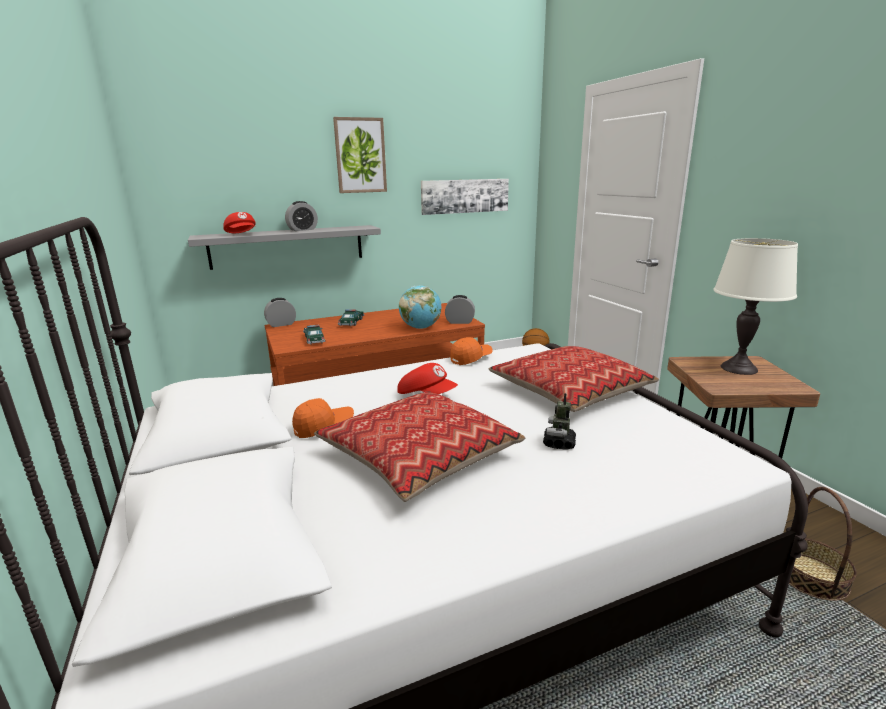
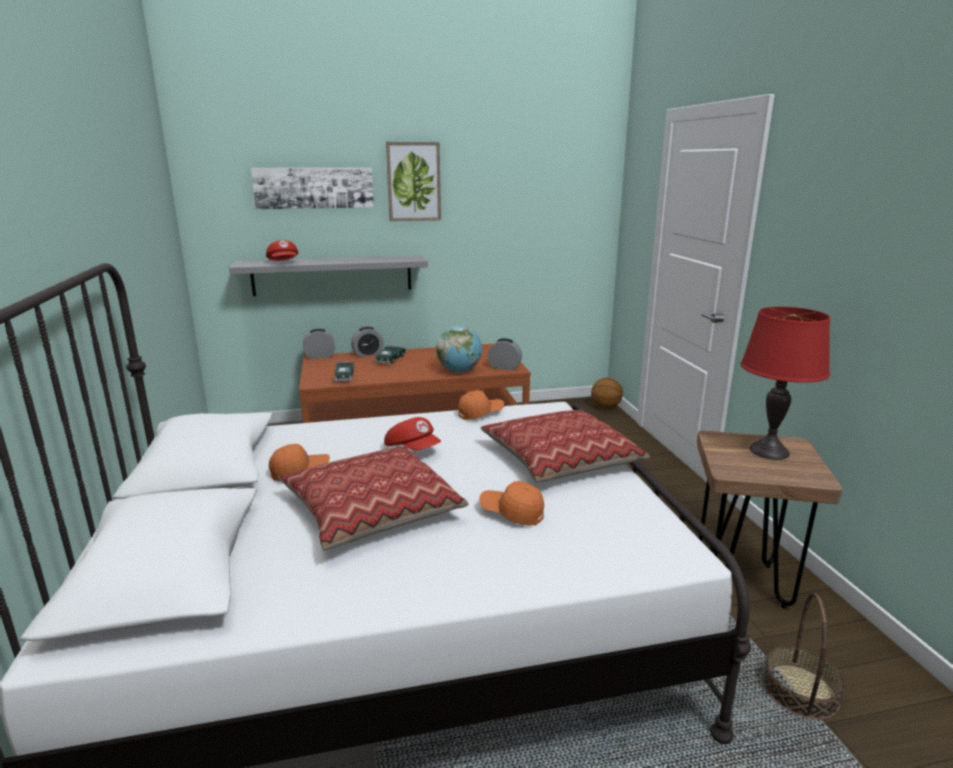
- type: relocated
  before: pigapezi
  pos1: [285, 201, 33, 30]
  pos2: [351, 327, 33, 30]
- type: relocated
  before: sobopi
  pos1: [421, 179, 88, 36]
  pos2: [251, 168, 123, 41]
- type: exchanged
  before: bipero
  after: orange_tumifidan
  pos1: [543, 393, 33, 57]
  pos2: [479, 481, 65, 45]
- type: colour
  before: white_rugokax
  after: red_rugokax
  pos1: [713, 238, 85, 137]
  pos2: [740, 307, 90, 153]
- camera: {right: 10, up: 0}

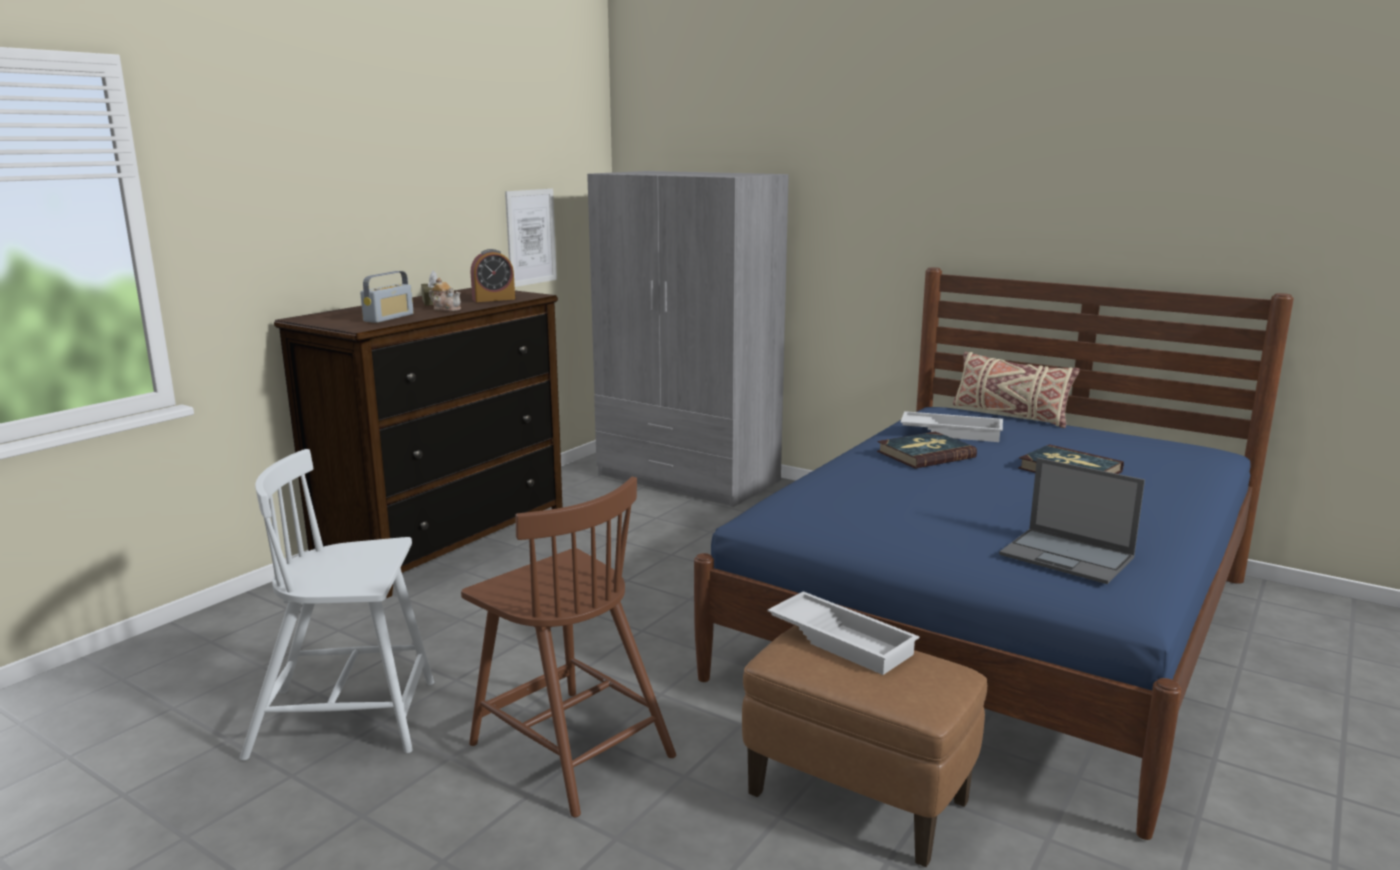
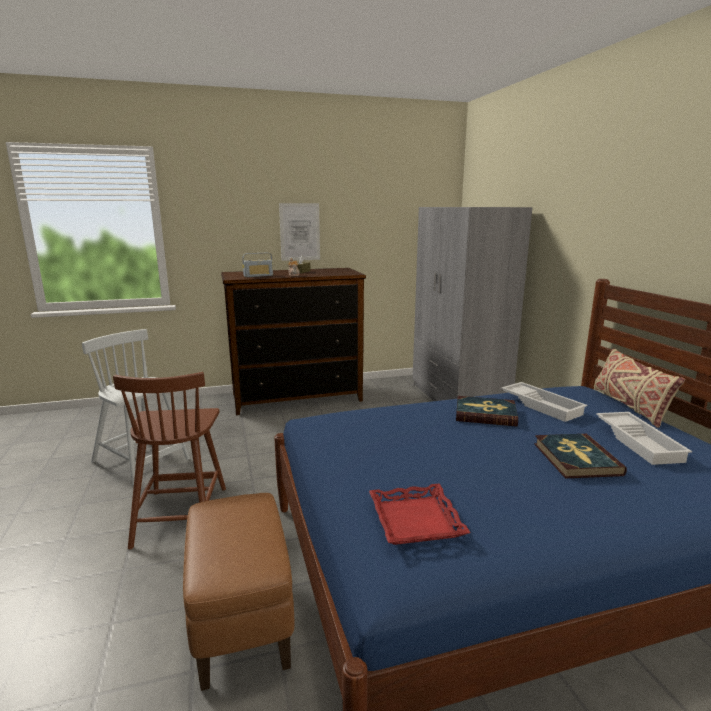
- type: missing
  before: pigapezi
  pos1: [471, 249, 44, 53]
- type: relocated
  before: sobopi
  pos1: [505, 189, 52, 98]
  pos2: [279, 203, 41, 58]
- type: relocated
  before: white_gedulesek
  pos1: [767, 591, 152, 84]
  pos2: [596, 412, 96, 53]
- type: exchanged
  before: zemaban
  after: red_gedulesek
  pos1: [999, 458, 146, 126]
  pos2: [369, 484, 102, 61]
- camera: {right: 40, up: 0}

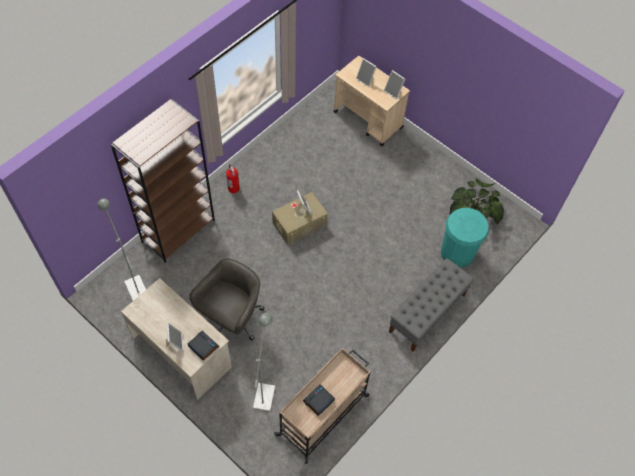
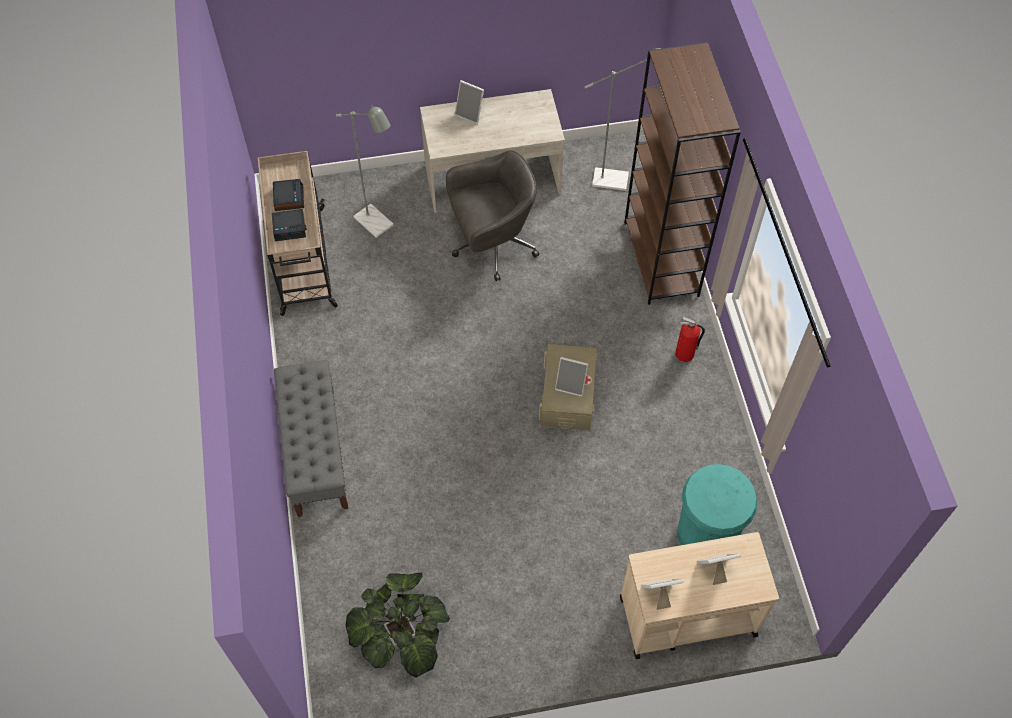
- type: relocated
  before: pigapezi
  pos1: [188, 330, 31, 31]
  pos2: [272, 209, 35, 32]
- type: relocated
  before: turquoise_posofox
  pos1: [441, 208, 48, 60]
  pos2: [677, 464, 80, 81]
- type: spun
  before: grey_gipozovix
  pos1: [189, 259, 76, 82]
  pos2: [446, 150, 93, 131]
  turn: -90
- camera: {right: 130, up: 0}

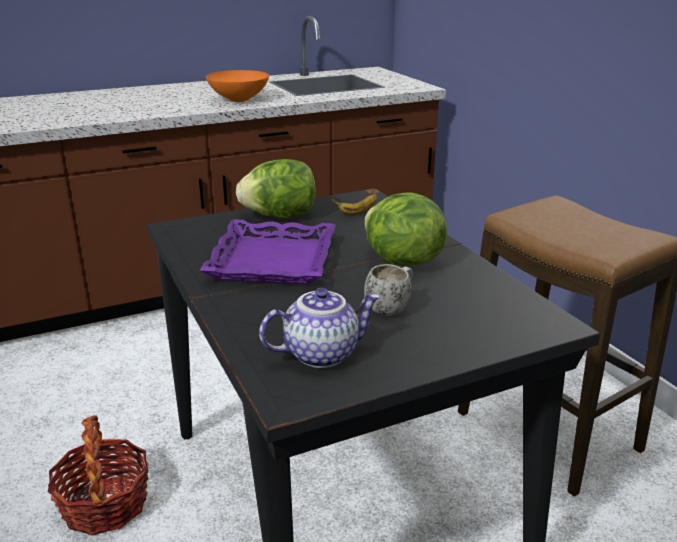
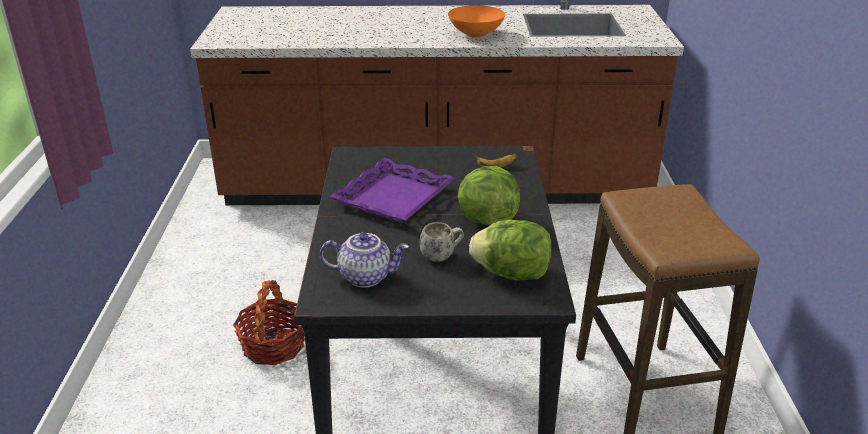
- type: relocated
  before: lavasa
  pos1: [236, 159, 80, 59]
  pos2: [469, 220, 82, 60]
- camera: {right: 25, up: 5}

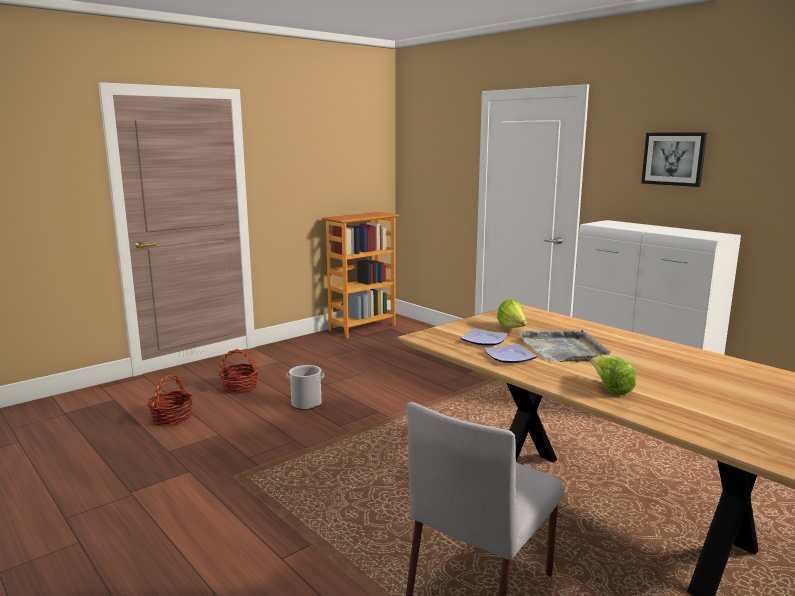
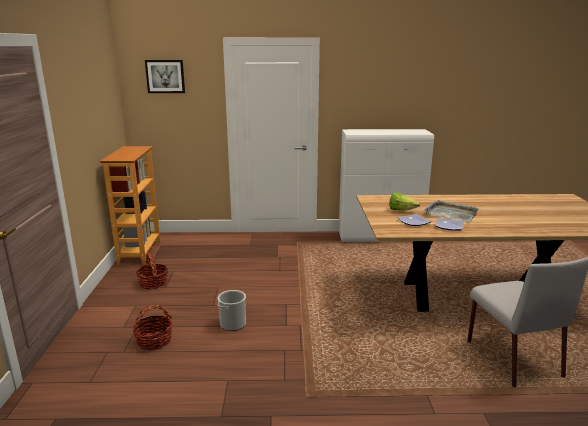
- type: missing
  before: lavasa
  pos1: [590, 355, 46, 40]
- type: relocated
  before: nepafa
  pos1: [147, 375, 46, 52]
  pos2: [136, 253, 32, 36]
- type: relocated
  before: sobopi
  pos1: [641, 133, 66, 54]
  pos2: [145, 60, 40, 33]
- camera: {right: -50, up: 5}

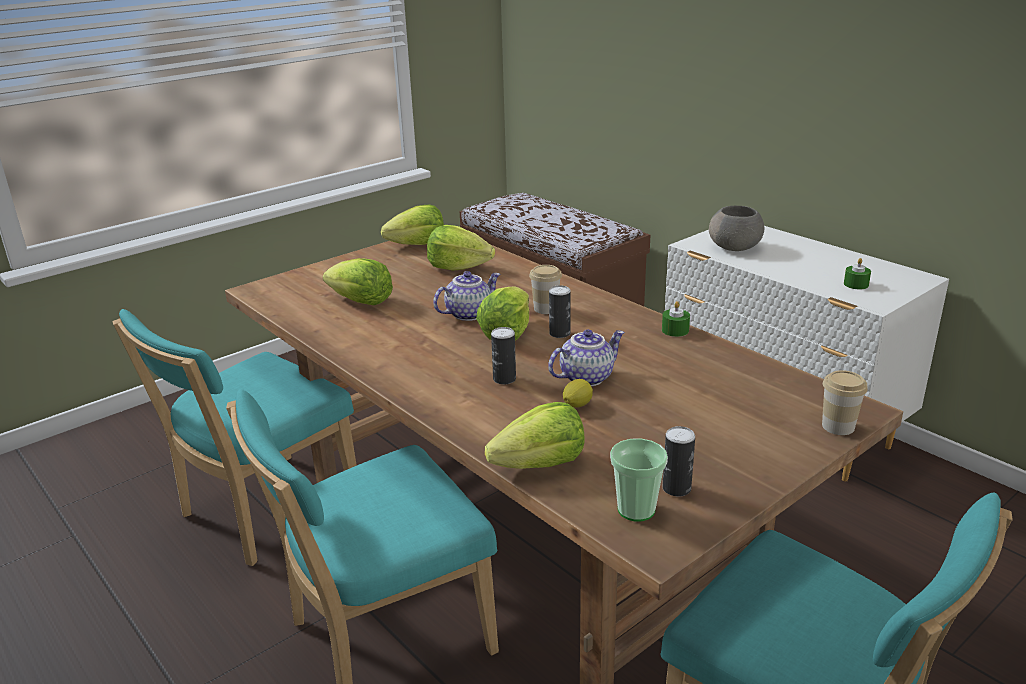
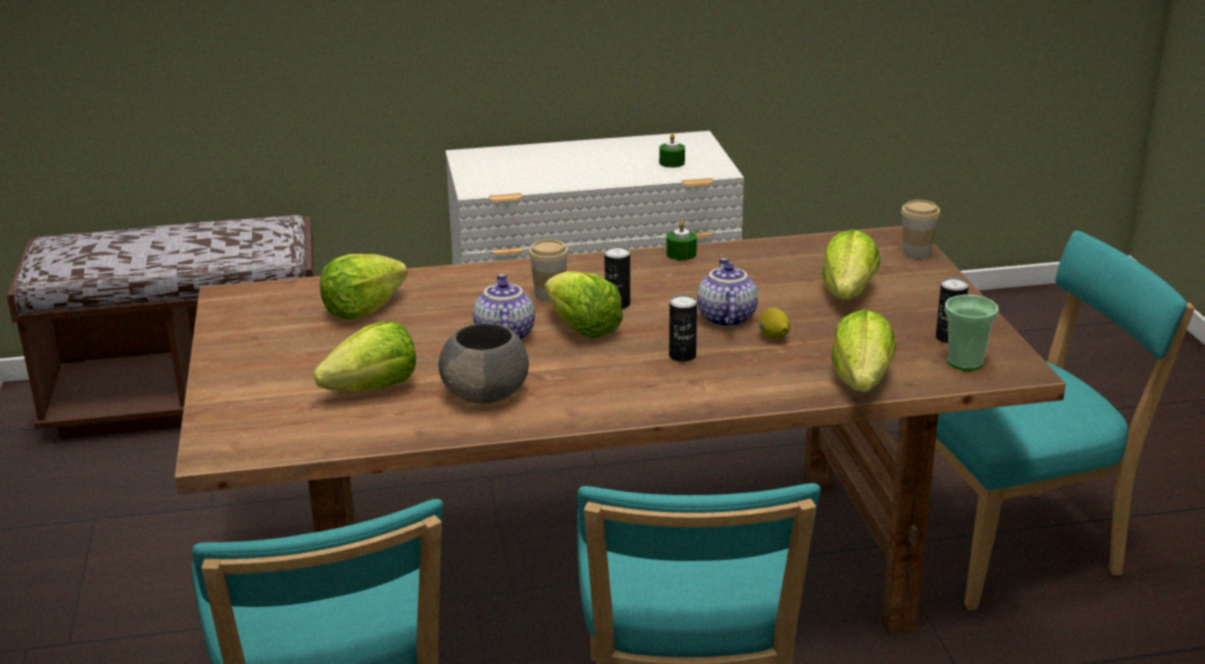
- type: relocated
  before: lavasa
  pos1: [381, 204, 63, 41]
  pos2: [822, 229, 58, 71]
- type: relocated
  before: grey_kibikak
  pos1: [709, 206, 55, 45]
  pos2: [439, 323, 90, 80]
- camera: {right: -60, up: 0}

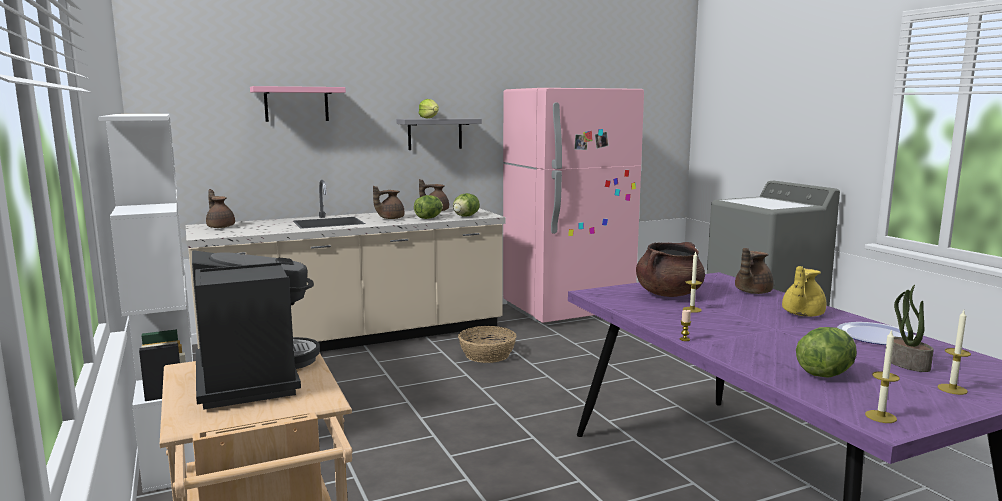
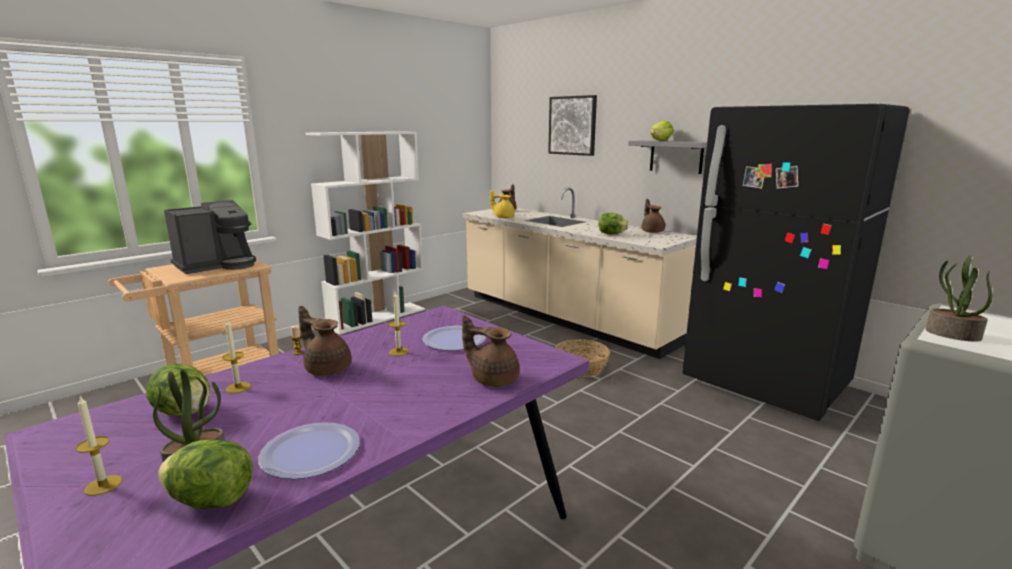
- type: appeared
  after: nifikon
  pos2: [926, 255, 67, 87]
- type: relocated
  before: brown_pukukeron
  pos1: [373, 186, 31, 33]
  pos2: [298, 306, 53, 70]
- type: relocated
  before: lavasa
  pos1: [453, 193, 27, 24]
  pos2: [158, 440, 95, 69]
- type: relocated
  before: yellow_pukukeron
  pos1: [782, 266, 44, 51]
  pos2: [490, 190, 25, 28]
- type: relocated
  before: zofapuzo
  pos1: [865, 329, 35, 94]
  pos2: [222, 320, 29, 73]
- type: exchanged
  before: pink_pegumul
  after: sobopi
  pos1: [250, 86, 96, 36]
  pos2: [548, 95, 49, 61]
- type: exchanged
  before: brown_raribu
  after: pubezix
  pos1: [636, 242, 69, 55]
  pos2: [422, 326, 64, 25]
- type: colour
  before: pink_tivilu
  after: black_tivilu
  pos1: [503, 88, 141, 235]
  pos2: [682, 104, 228, 317]
- camera: {right: 70, up: 5}

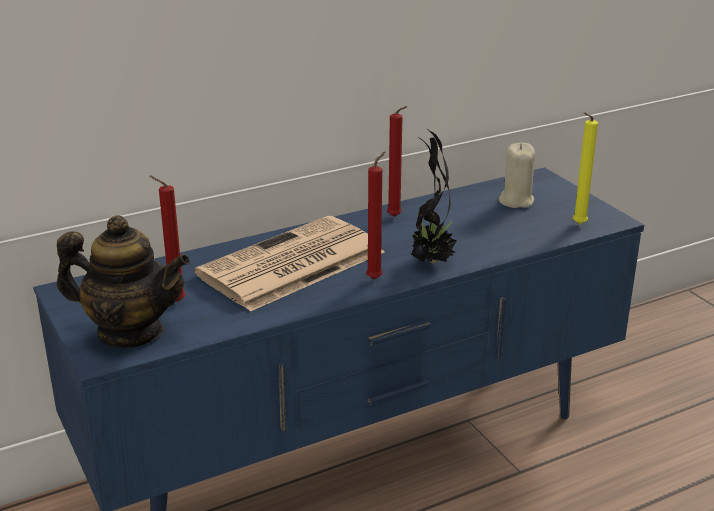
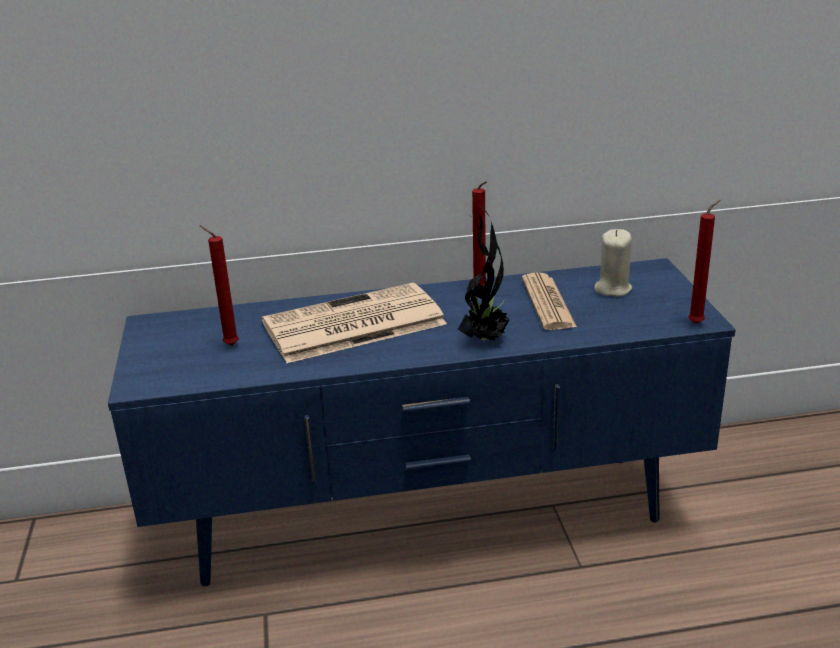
- type: missing
  before: pukukeron
  pos1: [57, 215, 133, 133]
- type: missing
  before: yellow_zofapuzo
  pos1: [573, 112, 25, 112]
- type: appeared
  after: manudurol
  pos2: [522, 273, 55, 57]
- type: relocated
  before: red_zofapuzo
  pos1: [366, 151, 20, 128]
  pos2: [688, 200, 32, 124]
- camera: {right: 20, up: 0}

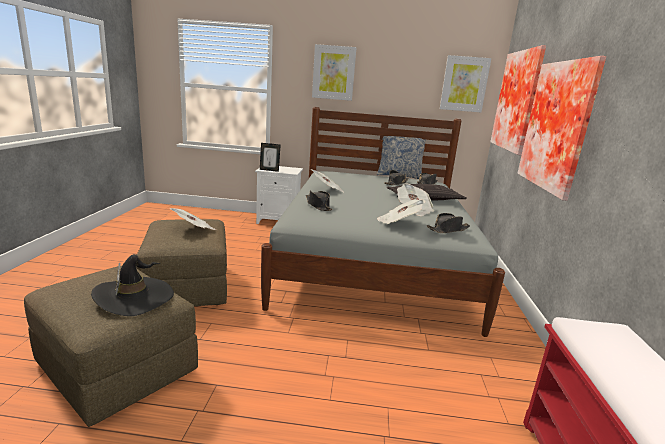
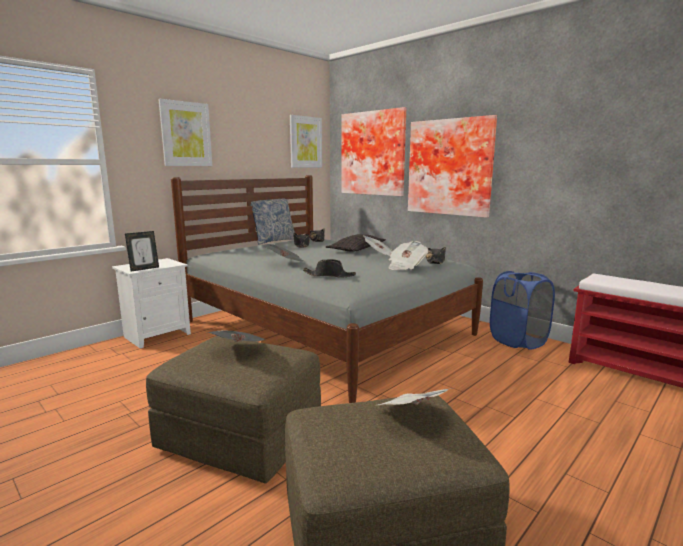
- type: appeared
  after: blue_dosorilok
  pos2: [490, 271, 65, 79]
- type: exchanged
  before: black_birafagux
  after: manudurol
  pos1: [91, 254, 83, 62]
  pos2: [376, 388, 76, 18]
- camera: {right: -50, up: -5}

